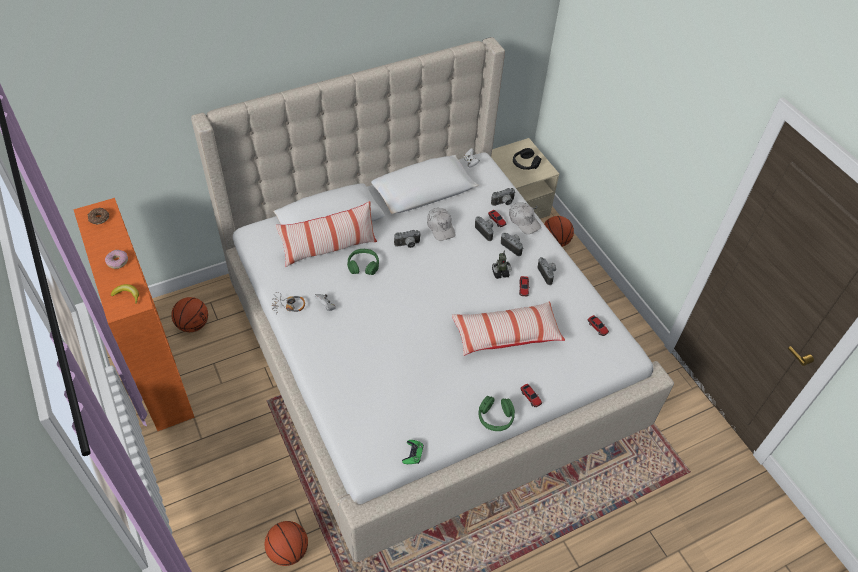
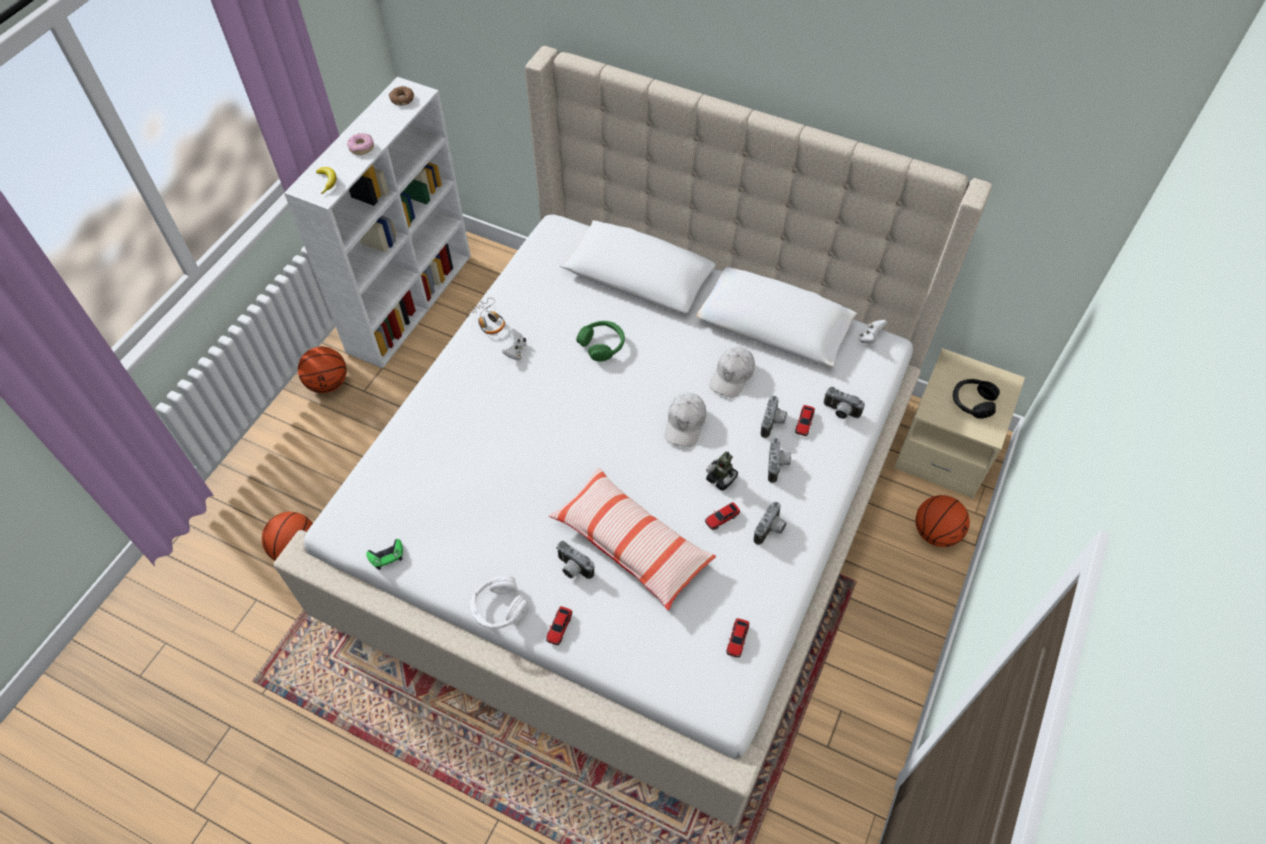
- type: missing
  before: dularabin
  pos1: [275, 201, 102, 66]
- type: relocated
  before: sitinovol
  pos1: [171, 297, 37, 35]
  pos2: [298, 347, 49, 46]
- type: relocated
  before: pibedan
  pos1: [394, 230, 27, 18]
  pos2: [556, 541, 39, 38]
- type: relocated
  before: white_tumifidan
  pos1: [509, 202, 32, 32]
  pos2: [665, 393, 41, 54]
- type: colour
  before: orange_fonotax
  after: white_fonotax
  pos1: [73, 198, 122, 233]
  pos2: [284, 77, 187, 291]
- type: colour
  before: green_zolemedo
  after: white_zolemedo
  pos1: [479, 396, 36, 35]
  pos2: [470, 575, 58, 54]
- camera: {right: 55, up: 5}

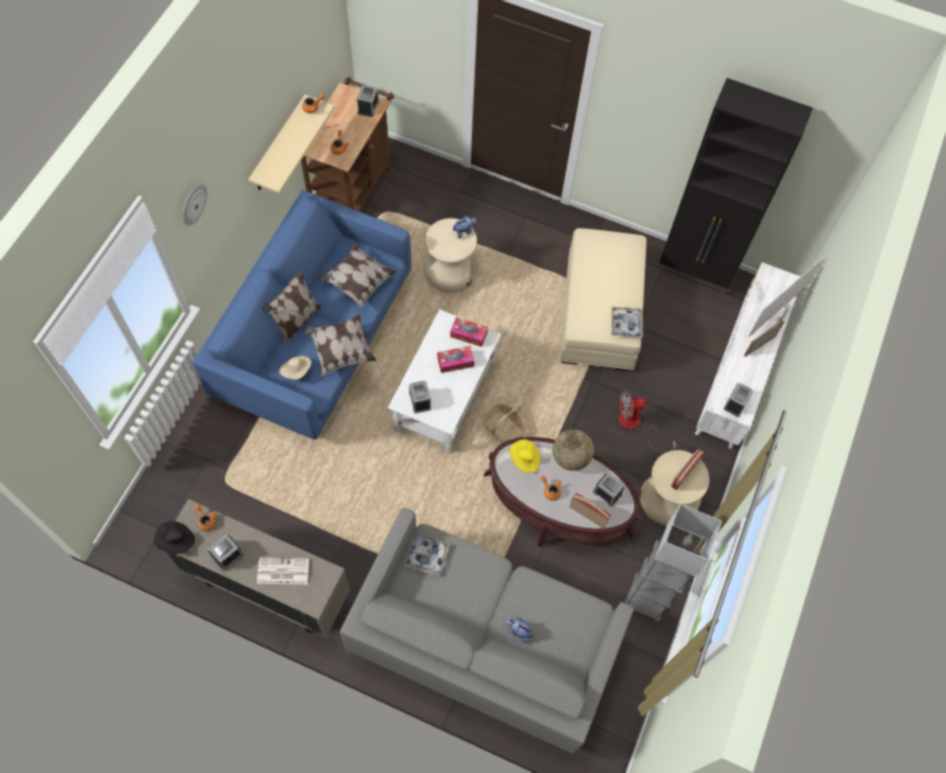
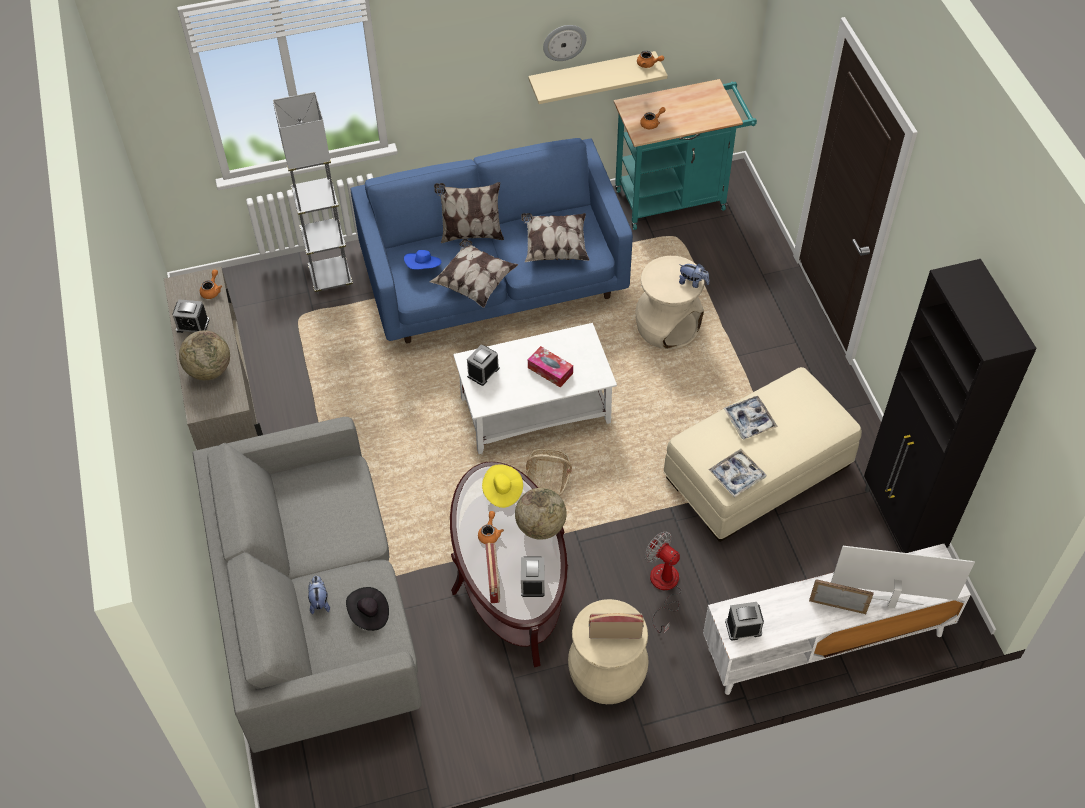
- type: missing
  before: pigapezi
  pos1: [357, 85, 22, 32]
- type: missing
  before: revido
  pos1: [450, 317, 38, 30]
- type: relocated
  before: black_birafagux
  pos1: [154, 521, 41, 33]
  pos2: [346, 587, 43, 44]
- type: relocated
  before: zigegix
  pos1: [183, 184, 24, 41]
  pos2: [543, 25, 44, 36]
- type: relocated
  before: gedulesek
  pos1: [404, 533, 46, 42]
  pos2: [723, 396, 55, 43]
- type: relocated
  before: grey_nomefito
  pos1: [625, 504, 97, 117]
  pos2: [273, 92, 80, 202]
- type: exchanged
  before: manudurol
  after: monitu
  pos1: [257, 558, 52, 27]
  pos2: [179, 330, 51, 50]
- type: colour
  before: beige_birafagux
  after: blue_birafagux
  pos1: [279, 356, 32, 24]
  pos2: [404, 250, 37, 19]
- type: colour
  before: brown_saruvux
  after: turquoise_saruvux
  pos1: [301, 77, 93, 135]
  pos2: [614, 79, 143, 151]
- camera: {right: 55, up: -10}

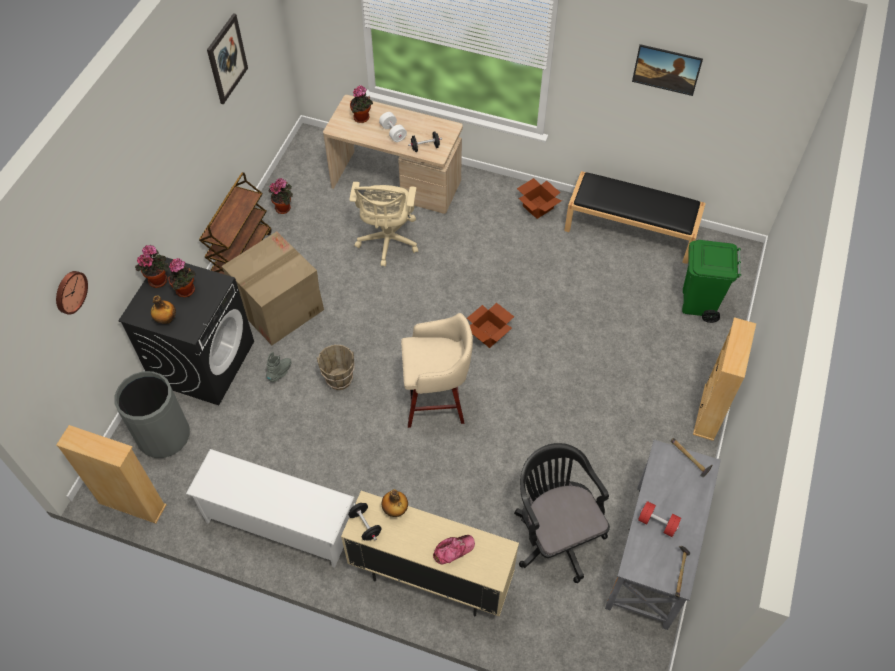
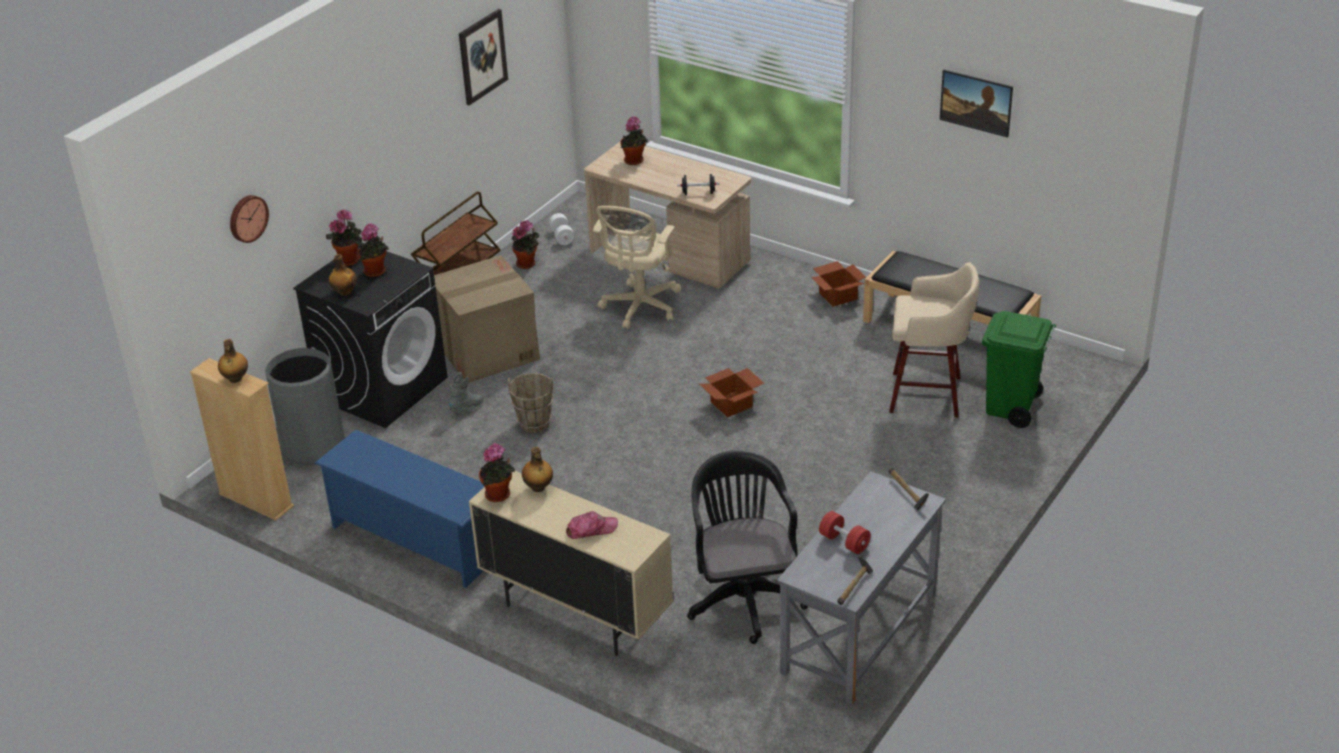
- type: missing
  before: beige_fonotax
  pos1: [693, 317, 63, 124]
- type: appeared
  after: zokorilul
  pos2: [218, 339, 30, 44]
- type: relocated
  before: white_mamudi
  pos1: [379, 112, 28, 30]
  pos2: [549, 213, 26, 32]
- type: relocated
  before: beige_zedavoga
  pos1: [401, 313, 72, 115]
  pos2: [889, 262, 90, 156]
- type: exchanged
  before: black_mamudi
  after: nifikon
  pos1: [348, 503, 34, 38]
  pos2: [479, 443, 36, 59]
- type: colour
  before: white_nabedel
  after: blue_nabedel
  pos1: [186, 449, 168, 119]
  pos2: [315, 430, 169, 158]
- camera: {right: 15, up: -20}

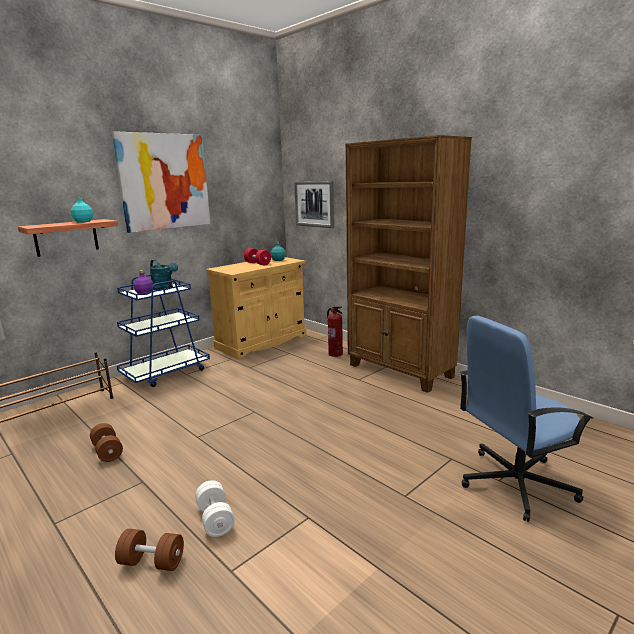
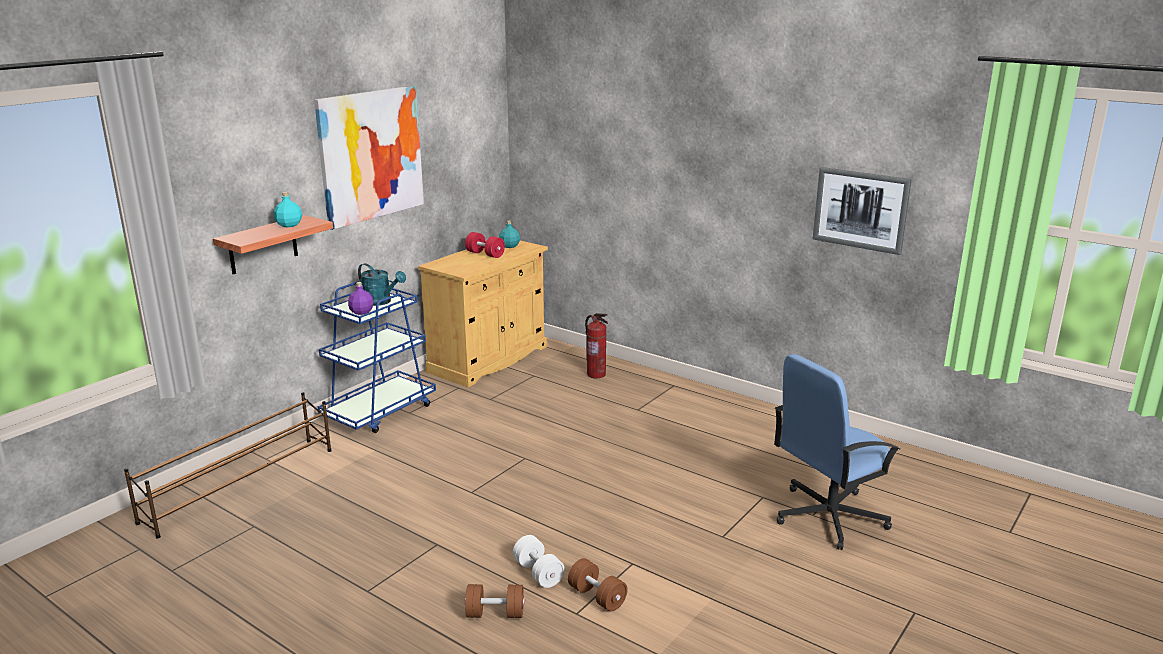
- type: missing
  before: brown_fonotax
  pos1: [346, 135, 126, 258]
- type: relocated
  before: brown_mamudi
  pos1: [90, 423, 33, 39]
  pos2: [568, 558, 60, 53]
- type: relocated
  before: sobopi
  pos1: [294, 181, 40, 47]
  pos2: [813, 167, 99, 88]
- camera: {right: -10, up: 5}

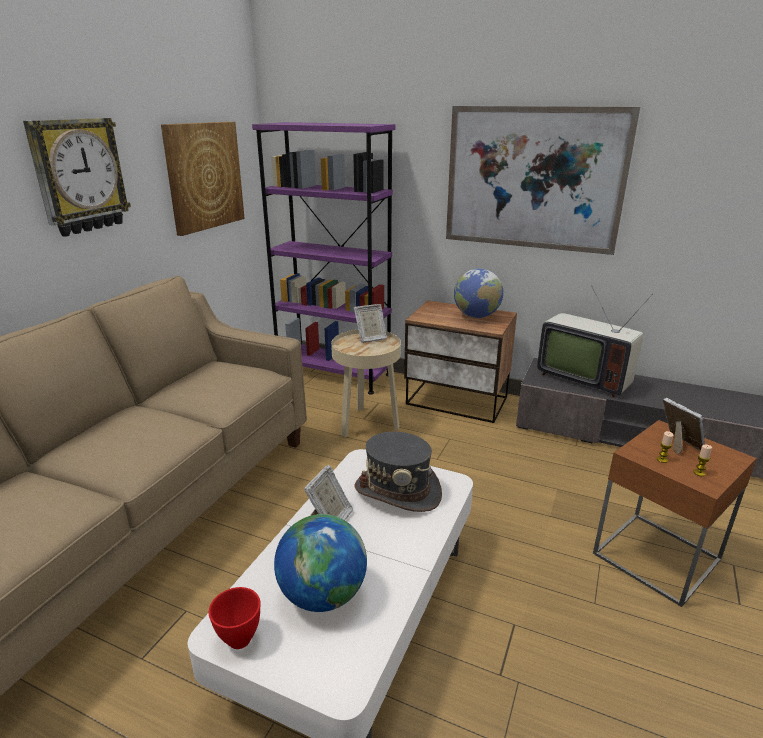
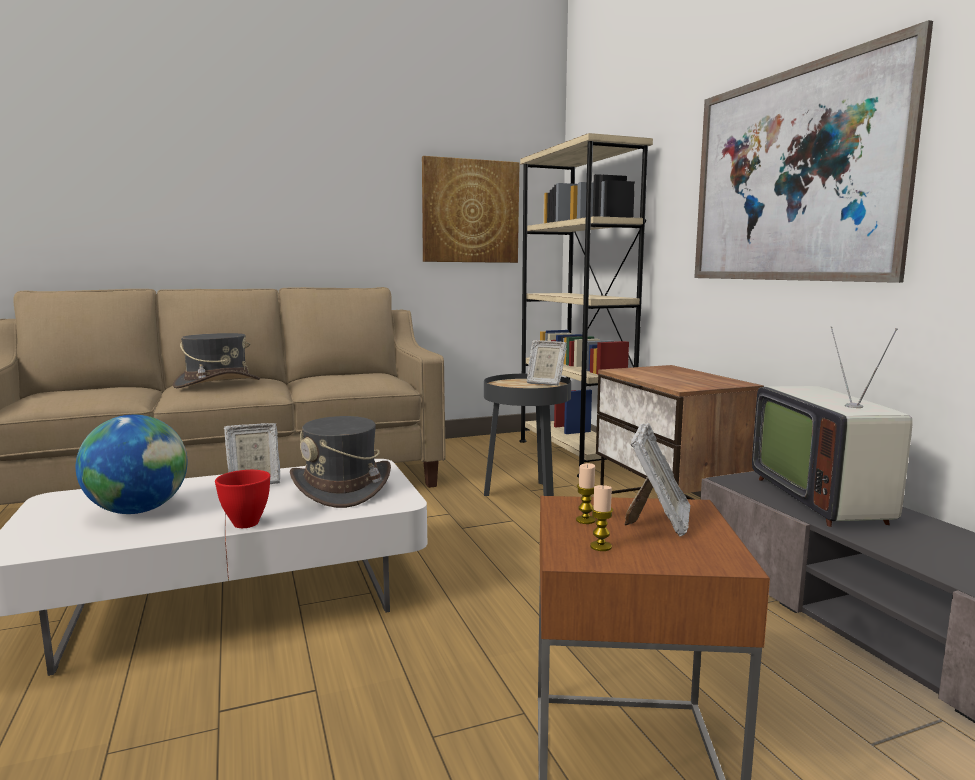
- type: missing
  before: zigegix
  pos1: [23, 118, 108, 119]
- type: missing
  before: monitu
  pos1: [454, 269, 49, 49]
- type: appeared
  after: grey_birafagux
  pos2: [173, 333, 87, 55]
- type: relocated
  before: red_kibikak
  pos1: [209, 587, 52, 62]
  pos2: [215, 470, 55, 58]
- type: colour
  before: purple_fonotax
  after: beige_fonotax
  pos1: [252, 122, 144, 272]
  pos2: [519, 133, 134, 344]
- type: colour
  before: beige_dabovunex
  after: black_dabovunex
  pos1: [331, 330, 70, 107]
  pos2: [484, 374, 87, 122]
- camera: {right: 45, up: -15}

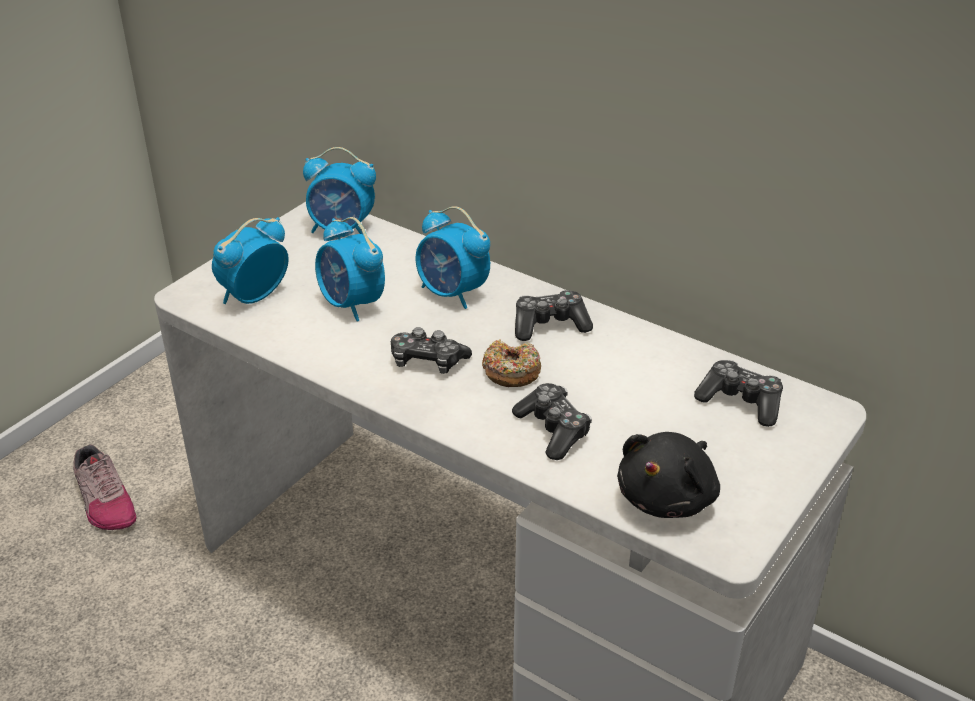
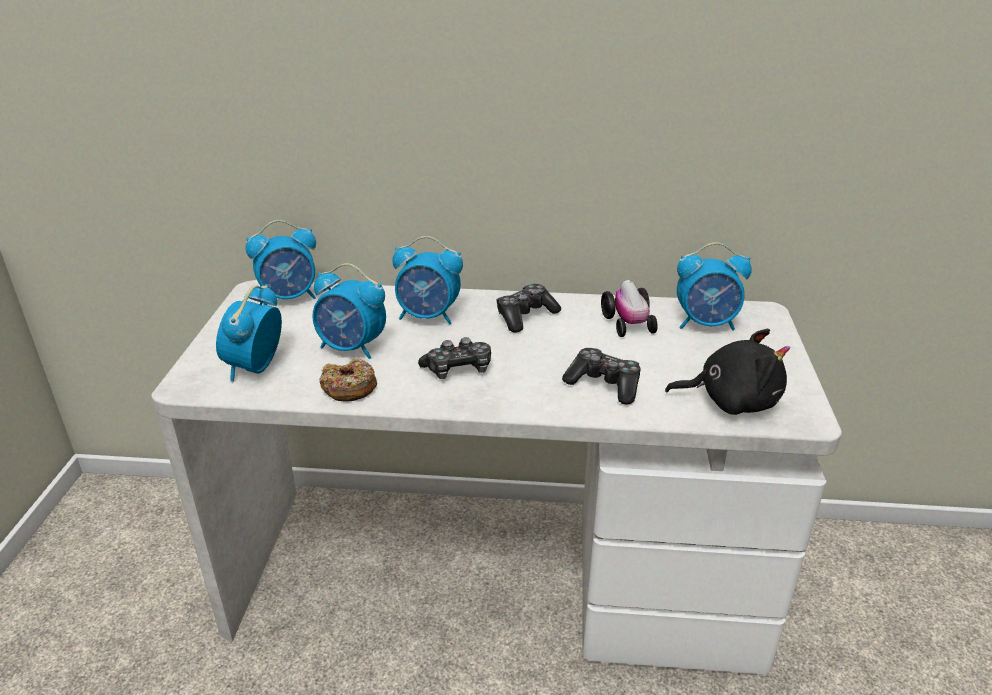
- type: missing
  before: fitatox
  pos1: [73, 444, 63, 86]
- type: appeared
  after: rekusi
  pos2: [601, 280, 57, 57]
- type: relocated
  before: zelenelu
  pos1: [482, 340, 59, 47]
  pos2: [320, 358, 57, 44]
- type: exchanged
  before: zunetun
  after: pigapezi
  pos1: [694, 360, 89, 67]
  pos2: [677, 242, 75, 88]
- type: spun
  before: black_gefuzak
  pos1: [617, 432, 103, 86]
  pos2: [665, 329, 125, 86]
  turn: -90
- camera: {right: -30, up: -5}

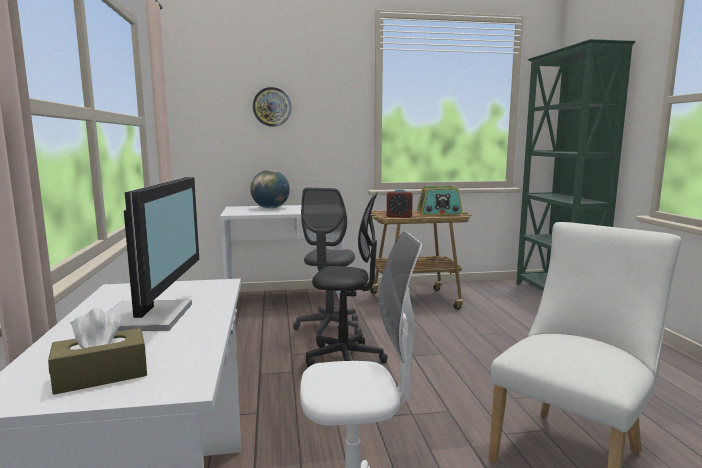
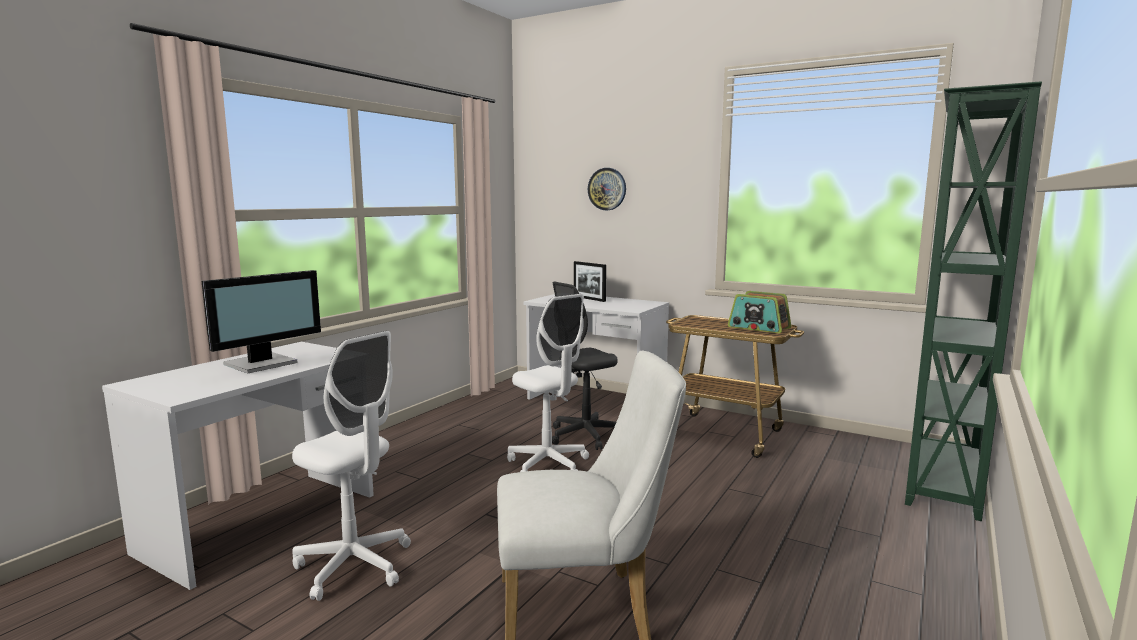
- type: missing
  before: brown_revido
  pos1: [48, 308, 99, 87]
- type: missing
  before: pigapezi
  pos1: [387, 189, 26, 29]
- type: exchanged
  before: monitu
  after: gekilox
  pos1: [250, 170, 40, 39]
  pos2: [574, 261, 32, 41]
- type: colour
  before: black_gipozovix
  after: white_gipozovix
  pos1: [306, 192, 82, 175]
  pos2: [507, 294, 82, 178]
- camera: {right: 40, up: 0}

